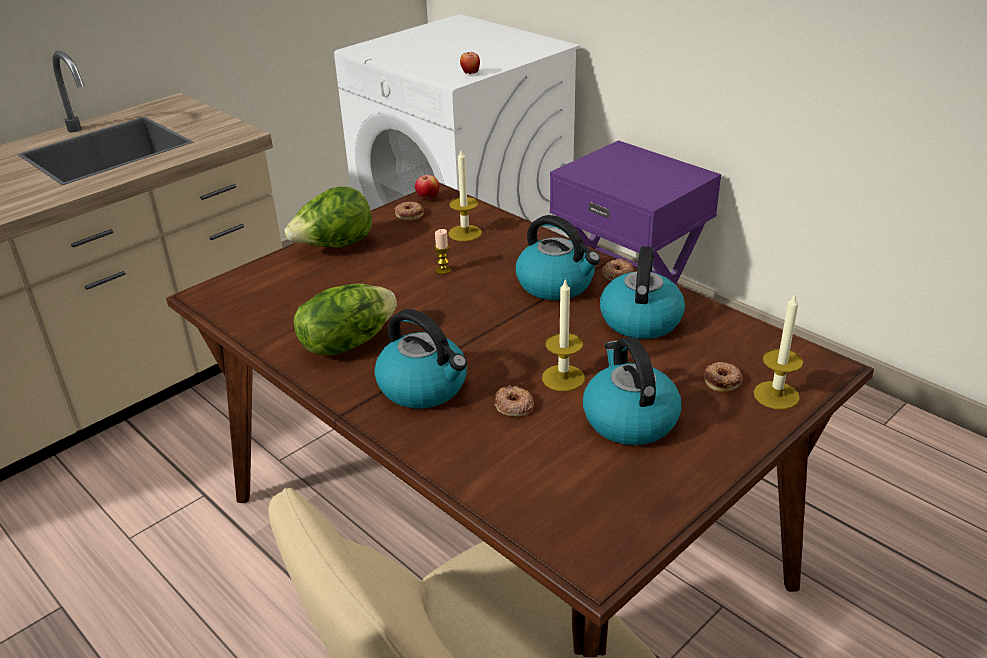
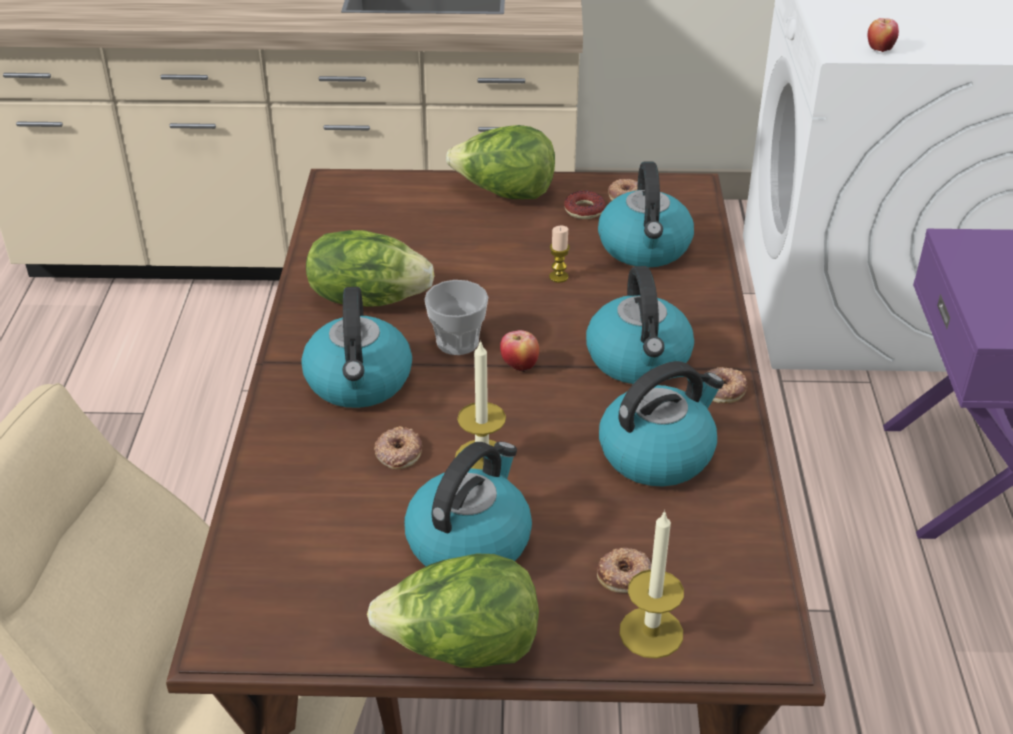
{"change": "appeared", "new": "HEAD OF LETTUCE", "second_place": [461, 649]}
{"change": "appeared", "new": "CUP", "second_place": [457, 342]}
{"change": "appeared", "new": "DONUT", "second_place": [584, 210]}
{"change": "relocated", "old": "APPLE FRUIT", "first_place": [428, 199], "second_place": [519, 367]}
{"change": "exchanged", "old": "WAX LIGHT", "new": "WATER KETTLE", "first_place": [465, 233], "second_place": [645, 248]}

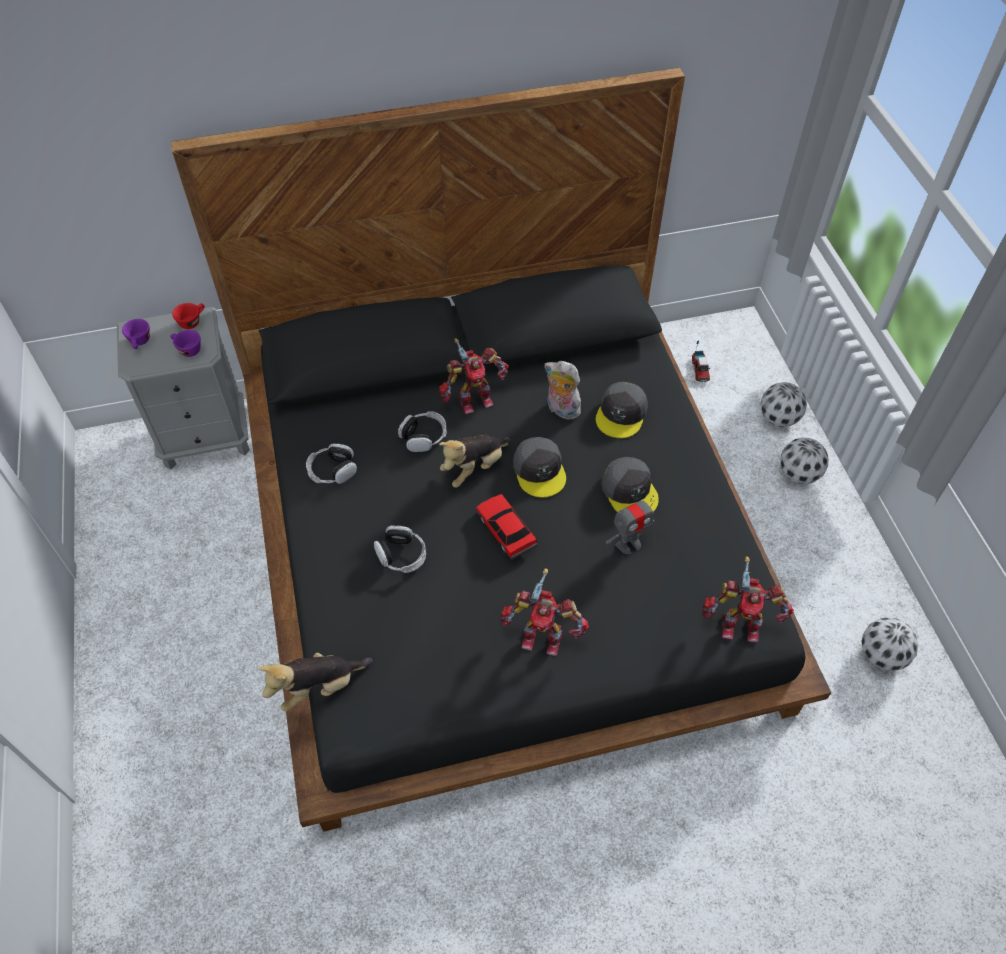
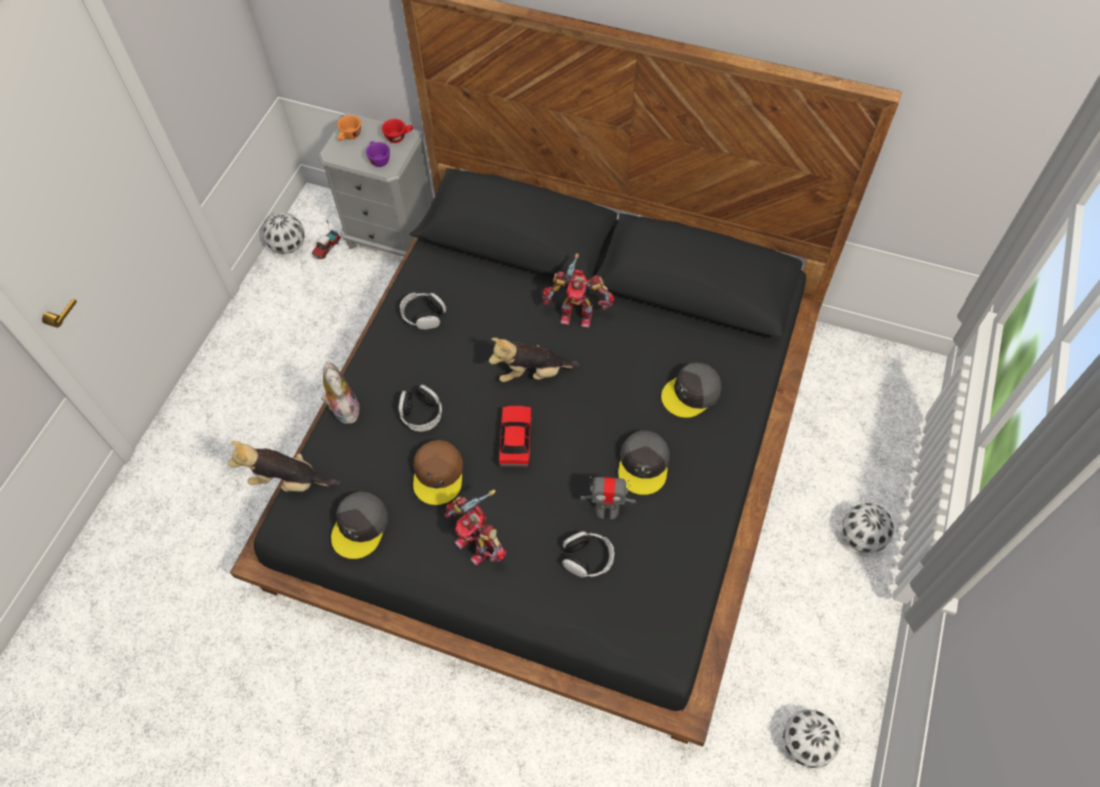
{"change": "missing", "old": "ROBOT FIGURE", "first_place": [739, 625]}
{"change": "appeared", "new": "BROWN-COLOURED PEAKED CAP", "second_place": [438, 474]}
{"change": "relocated", "old": "HEADSET", "first_place": [423, 436], "second_place": [588, 558]}
{"change": "relocated", "old": "GREY PEAKED CAP", "first_place": [539, 470], "second_place": [360, 527]}
{"change": "relocated", "old": "PLUSH TOY", "first_place": [561, 410], "second_place": [343, 409]}
{"change": "relocated", "old": "MODEL TRUCK", "first_place": [700, 370], "second_place": [326, 248]}
{"change": "relocated", "old": "BALL FOR FOOTBALL", "first_place": [778, 418], "second_place": [289, 246]}
{"change": "colour", "old": "PURPLE CUP", "new": "ORANGE CUP", "first_place": [140, 342], "second_place": [350, 136]}

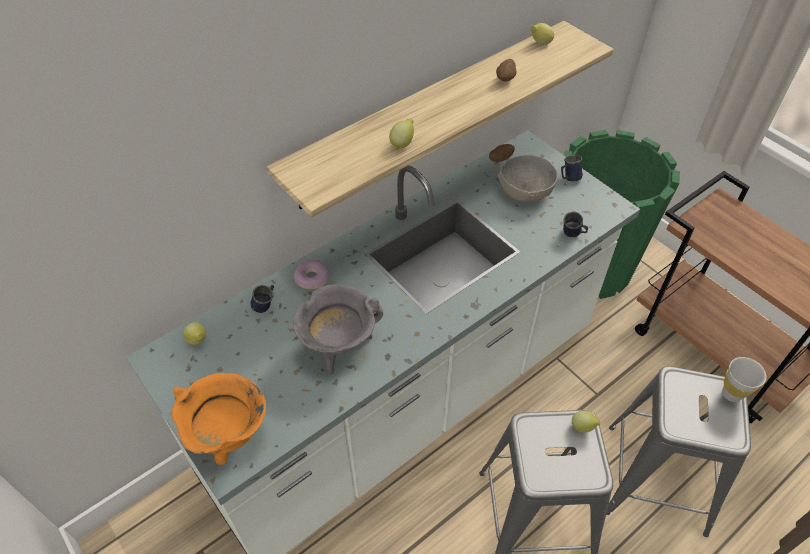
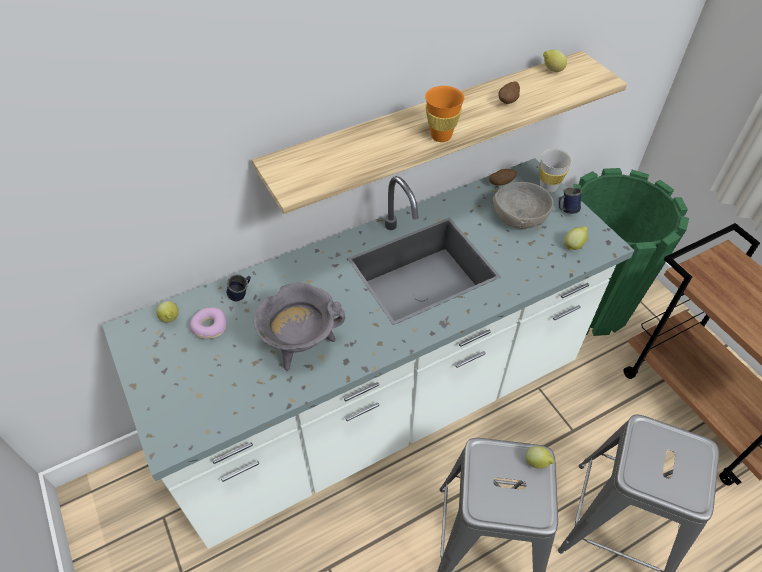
{"change": "missing", "old": "ORANGE COOKING POT", "first_place": [229, 437]}
{"change": "missing", "old": "BLUE COFFEE MUG", "first_place": [573, 235]}
{"change": "appeared", "new": "ORANGE CUP", "second_place": [441, 136]}
{"change": "relocated", "old": "DONUT", "first_place": [311, 278], "second_place": [209, 327]}
{"change": "relocated", "old": "WHOLE LEMON", "first_place": [402, 143], "second_place": [574, 245]}
{"change": "relocated", "old": "WHITISH CUP", "first_place": [731, 394], "second_place": [548, 187]}

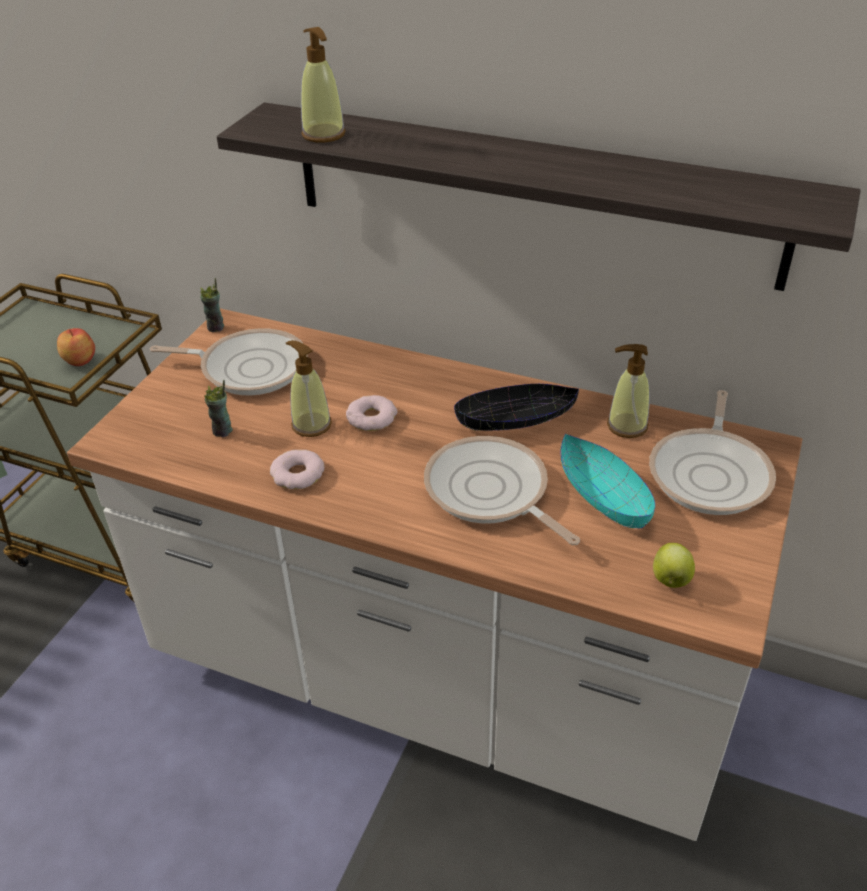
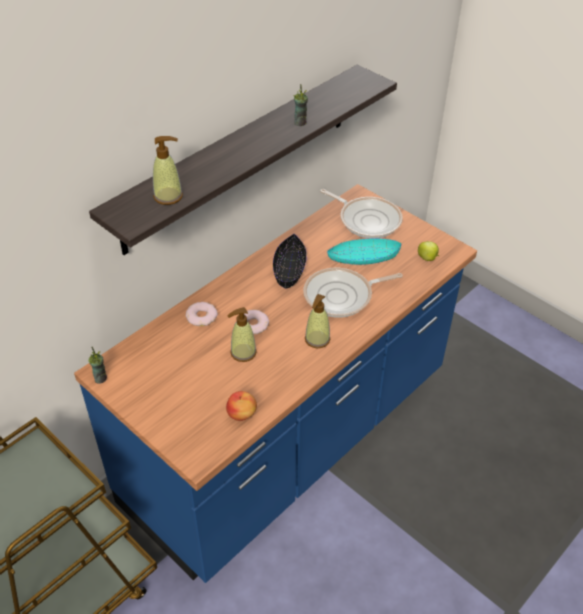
{"change": "missing", "old": "FRYING PAN", "first_place": [248, 367]}
{"change": "relocated", "old": "APPLE FRUIT", "first_place": [79, 361], "second_place": [242, 414]}
{"change": "relocated", "old": "CUP", "first_place": [222, 431], "second_place": [300, 122]}
{"change": "relocated", "old": "DONUT", "first_place": [298, 474], "second_place": [201, 316]}
{"change": "relocated", "old": "LIQUID SOAP BOTTLE", "first_place": [626, 426], "second_place": [317, 339]}
{"change": "colour", "old": "WHITISH COUNTER", "new": "BLUE COUNTER", "first_place": [439, 676], "second_place": [289, 438]}

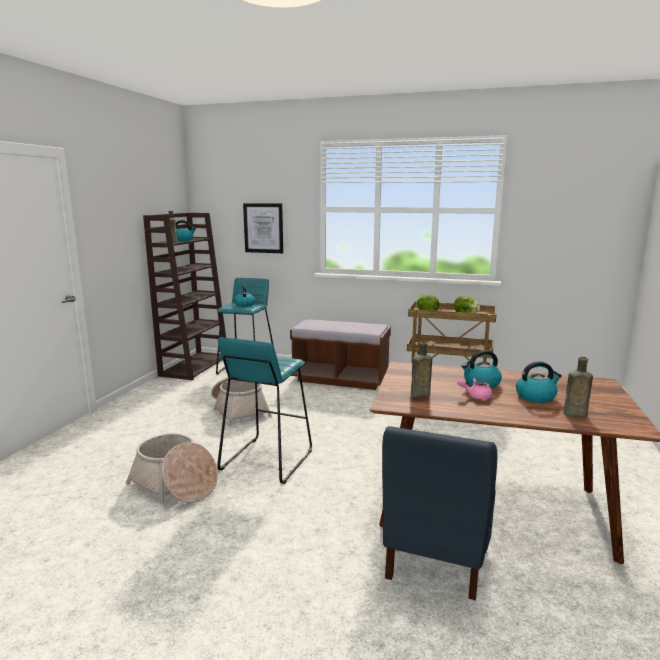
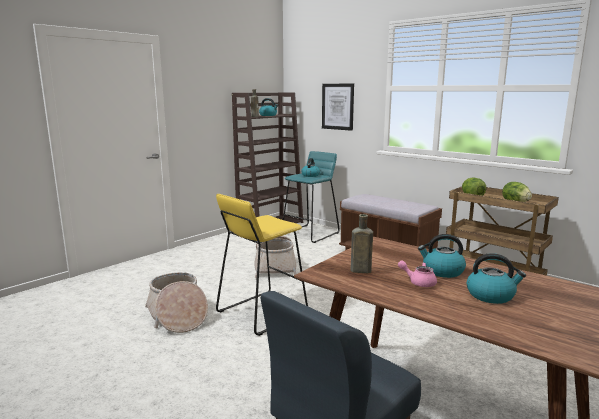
{"change": "missing", "old": "BROWN-COLOURED BEVERAGE BOTTLE", "first_place": [573, 414]}
{"change": "colour", "old": "TURQUOISE STOOL SEAT", "new": "YELLOW STOOL SEAT", "first_place": [266, 460], "second_place": [261, 312]}

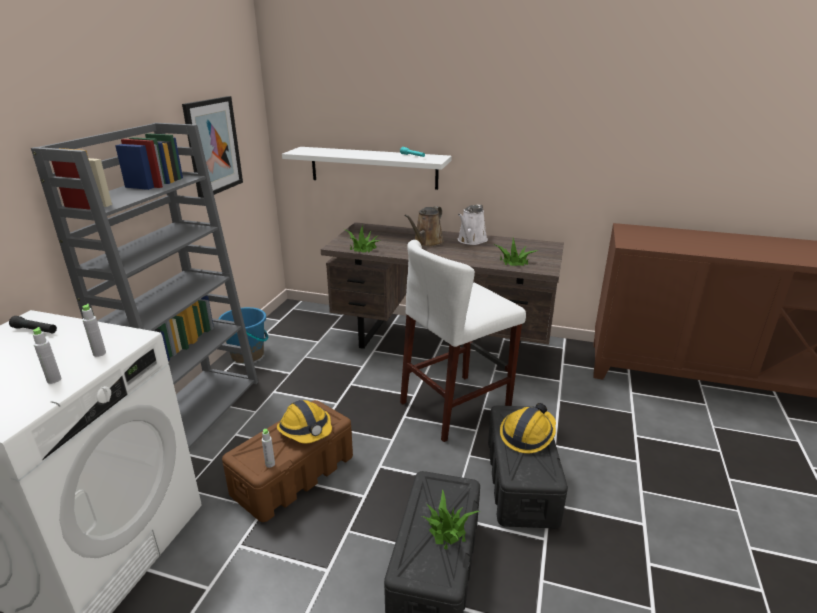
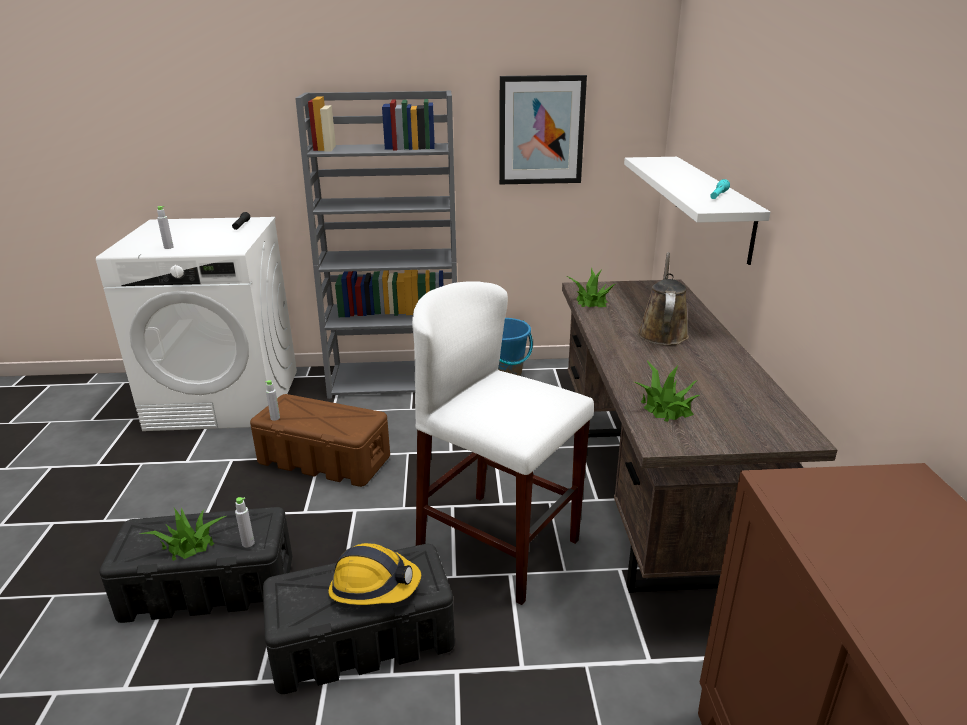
{"change": "missing", "old": "WORK HELMET", "first_place": [306, 430]}
{"change": "missing", "old": "WHITISH WATERING CAN", "first_place": [471, 240]}
{"change": "relocated", "old": "GREY BEVERAGE BOTTLE", "first_place": [99, 353], "second_place": [248, 543]}
{"change": "spun", "old": "BROWN-COLOURED WATERING CAN", "first_place": [427, 242], "second_place": [662, 332], "degrees": 90}

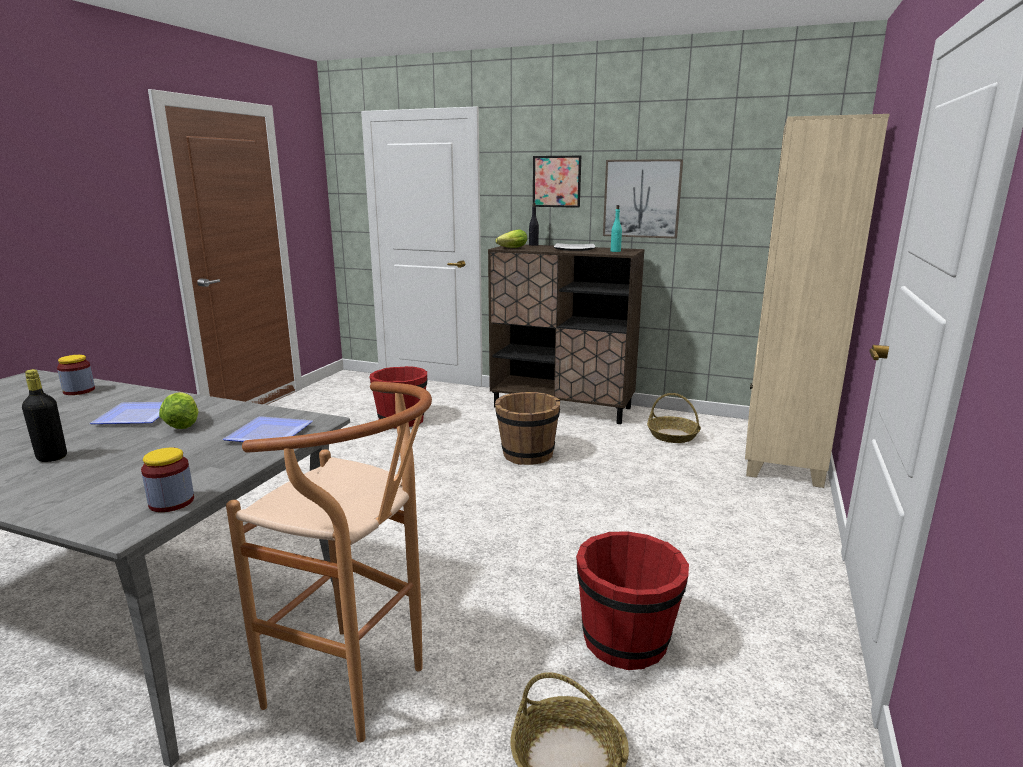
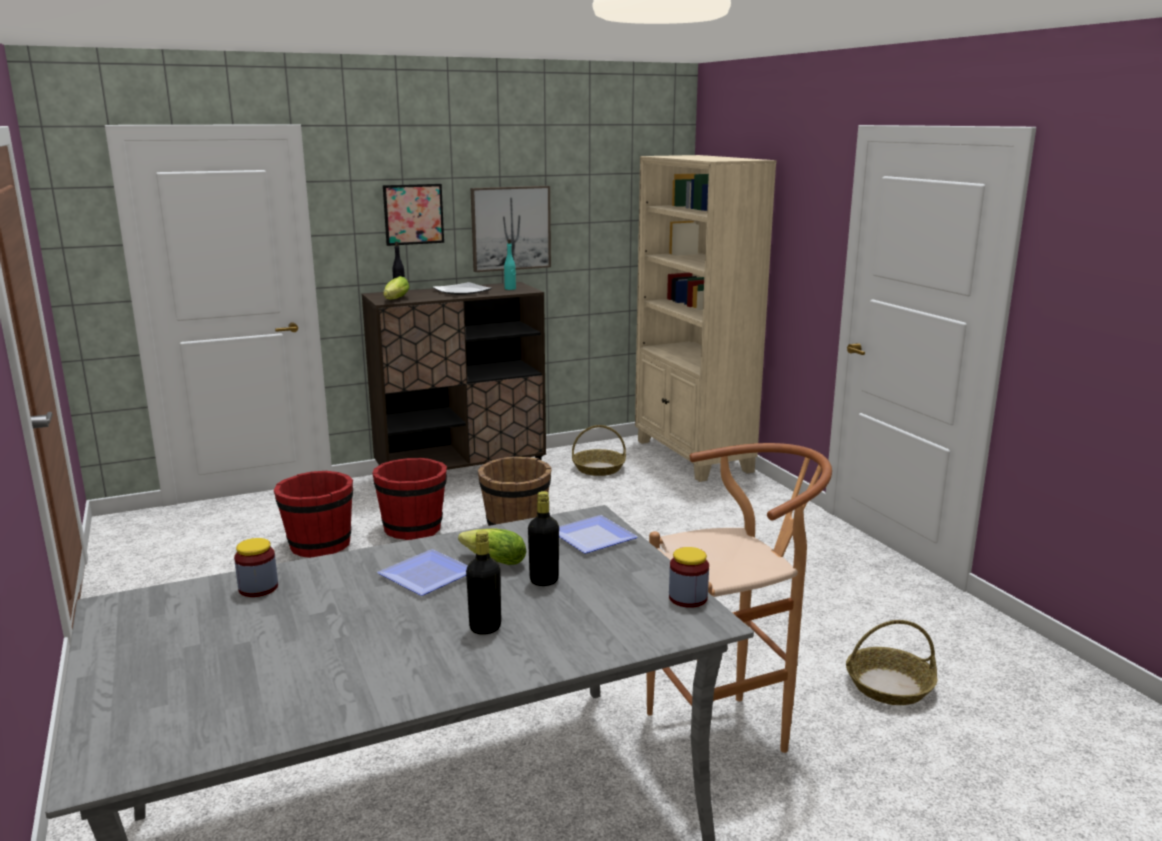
{"change": "appeared", "new": "BLACK BEVERAGE BOTTLE", "second_place": [544, 581]}
{"change": "relocated", "old": "RED-COLOURED PAIL", "first_place": [626, 640], "second_place": [413, 528]}

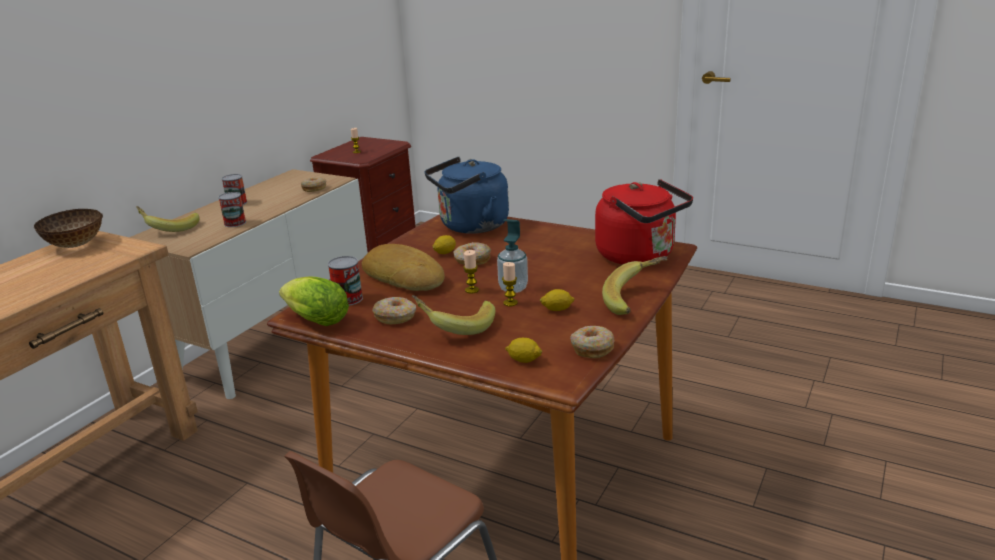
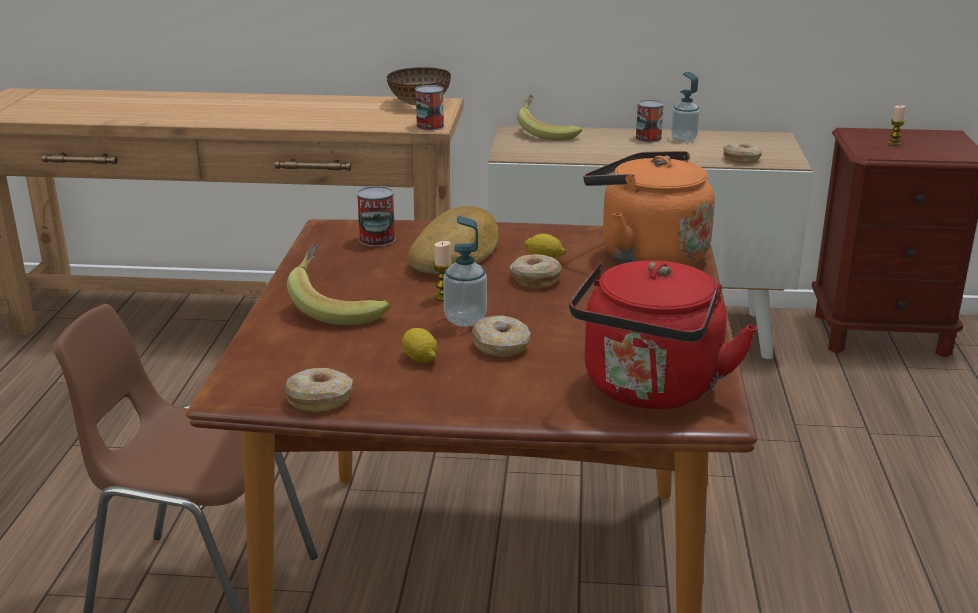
{"change": "missing", "old": "HEAD OF LETTUCE", "first_place": [314, 320]}
{"change": "missing", "old": "WAX LIGHT", "first_place": [510, 303]}
{"change": "missing", "old": "WHOLE LEMON", "first_place": [524, 360]}
{"change": "missing", "old": "BANANA", "first_place": [636, 301]}
{"change": "appeared", "new": "LIQUID SOAP BOTTLE", "second_place": [684, 139]}
{"change": "relocated", "old": "CAN", "first_place": [235, 223], "second_place": [430, 126]}
{"change": "relocated", "old": "DONUT", "first_place": [395, 317], "second_place": [501, 346]}
{"change": "colour", "old": "BLUE WATER KETTLE", "new": "ORANGE WATER KETTLE", "first_place": [470, 226], "second_place": [647, 255]}

